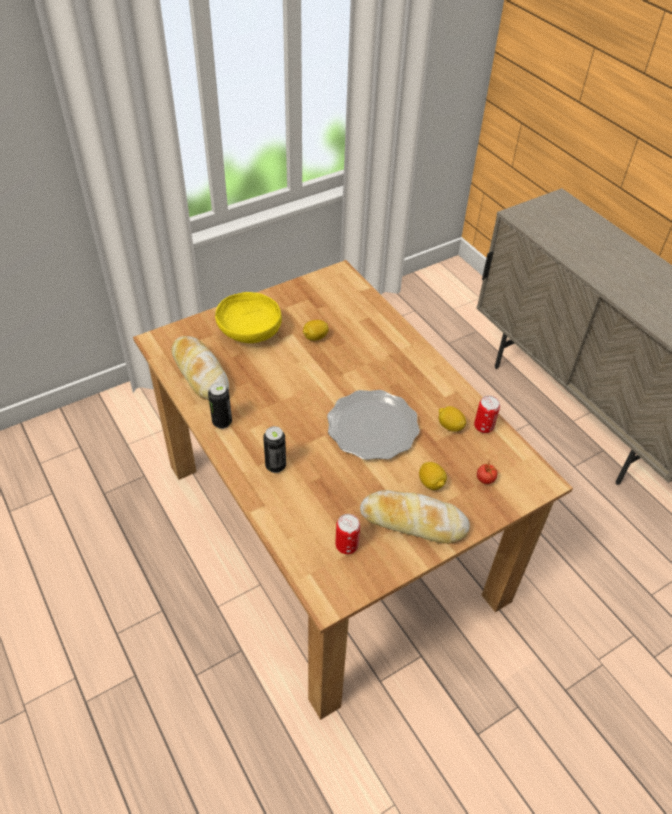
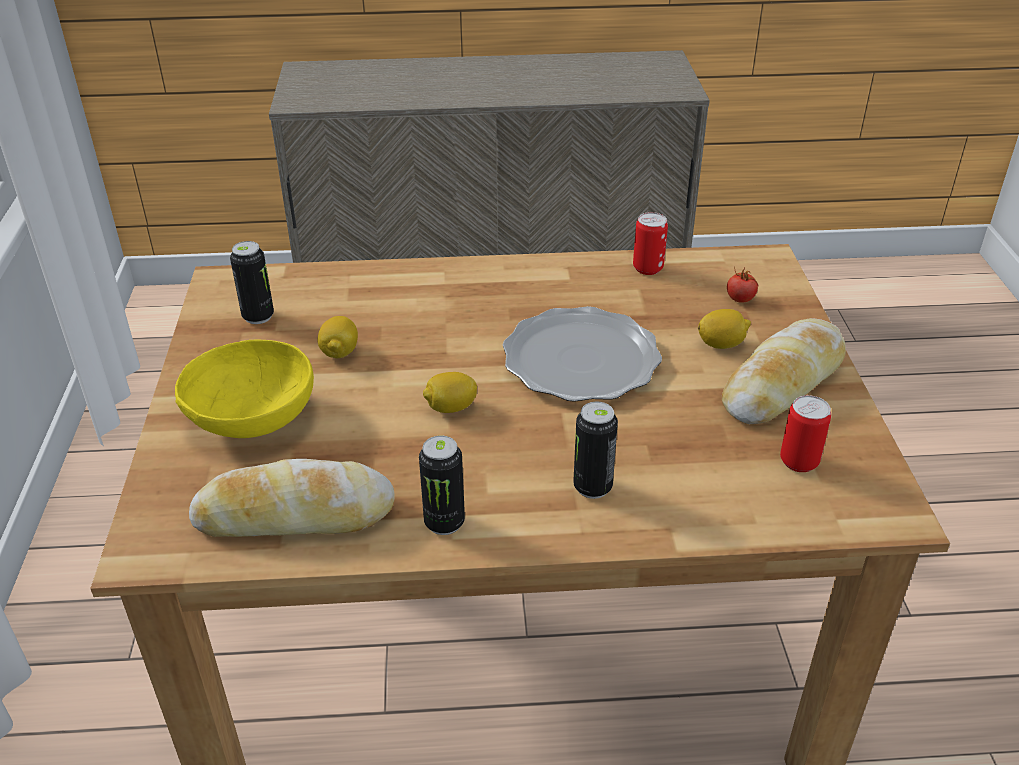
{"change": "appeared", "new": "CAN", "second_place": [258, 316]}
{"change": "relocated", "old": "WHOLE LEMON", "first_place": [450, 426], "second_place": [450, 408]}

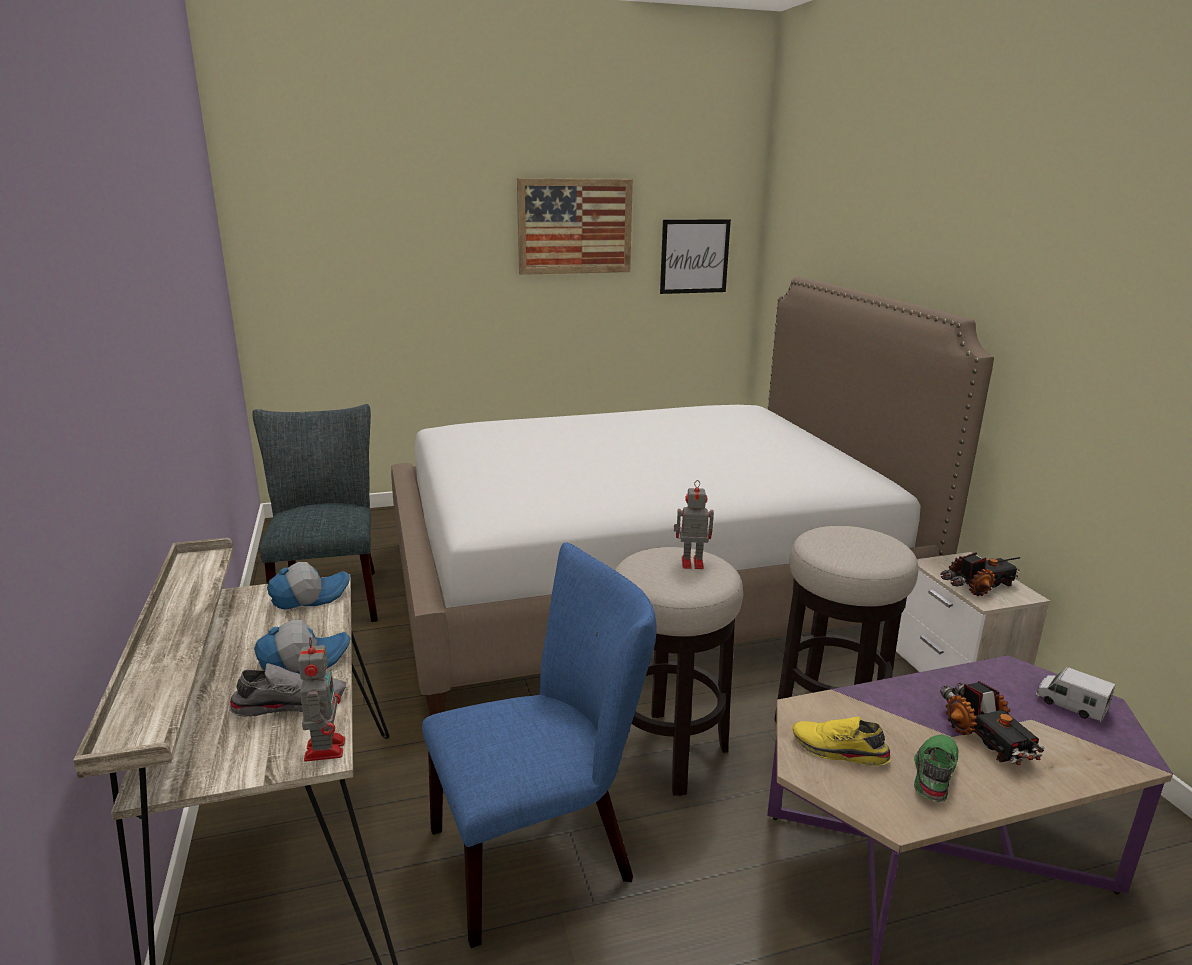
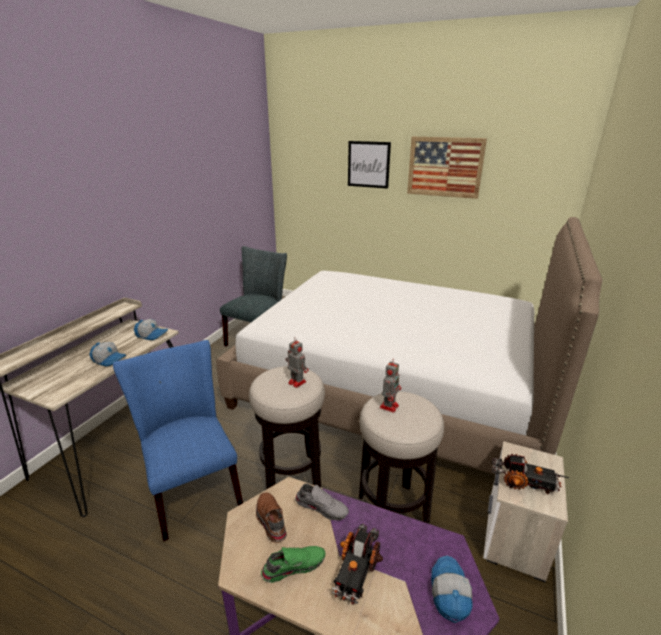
{"change": "relocated", "old": "GREY SHOE", "first_place": [290, 703], "second_place": [322, 506]}
{"change": "relocated", "old": "ROBOT FIGURE", "first_place": [325, 747], "second_place": [389, 406]}
{"change": "relocated", "old": "PICTURE", "first_place": [694, 256], "second_place": [368, 164]}
{"change": "exchanged", "old": "MODEL TRUCK", "new": "PEAKED CAP", "first_place": [1070, 705], "second_place": [448, 593]}
{"change": "colour", "old": "YELLOW SHOE", "new": "BROWN-COLOURED SHOE", "first_place": [838, 751], "second_place": [270, 520]}
{"change": "spun", "old": "BLUE PLAIN CHAIR", "first_place": [543, 851], "second_place": [192, 487], "degrees": -135}

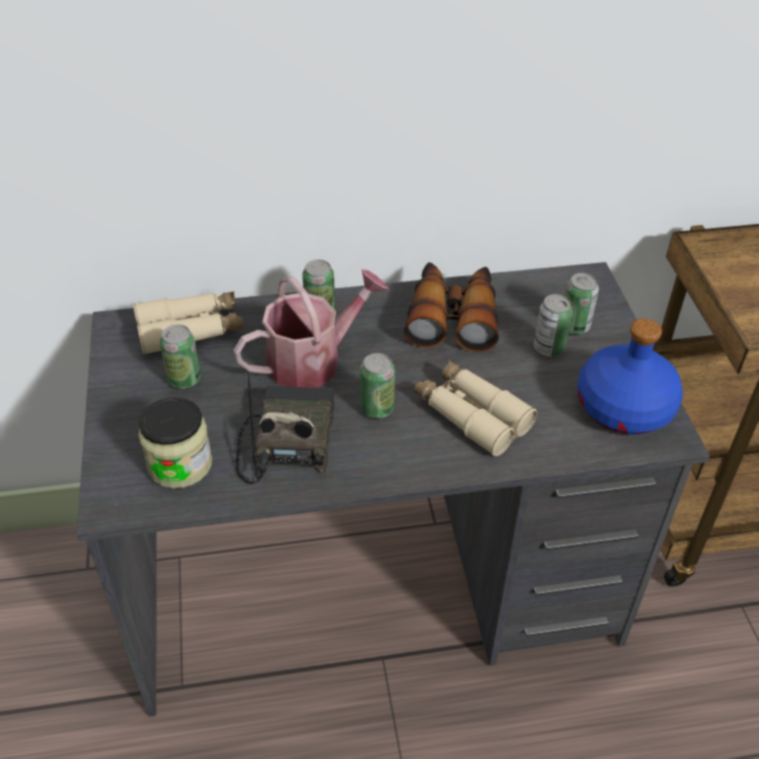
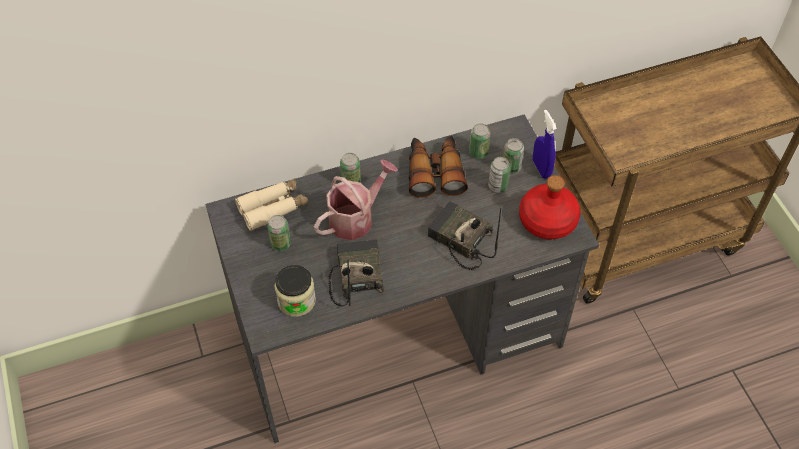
{"change": "appeared", "new": "BLUE SPRAY BOTTLE", "second_place": [541, 168]}
{"change": "relocated", "old": "CAN", "first_place": [377, 408], "second_place": [478, 153]}
{"change": "exchanged", "old": "BEIGE-COLOURED BINOCULARS", "new": "RADIO RECEIVER", "first_place": [471, 415], "second_place": [459, 240]}
{"change": "colour", "old": "BLUE BEVERAGE BOTTLE", "new": "RED-COLOURED BEVERAGE BOTTLE", "first_place": [624, 408], "second_place": [547, 221]}

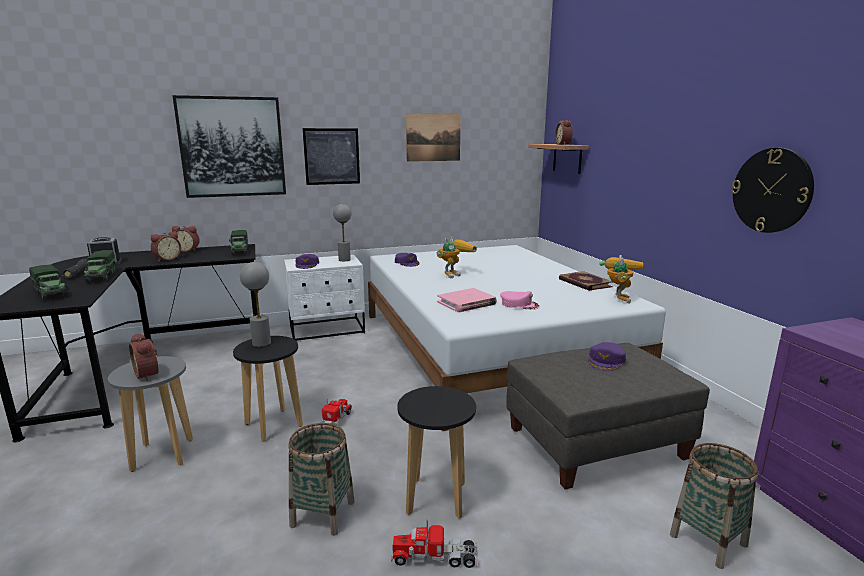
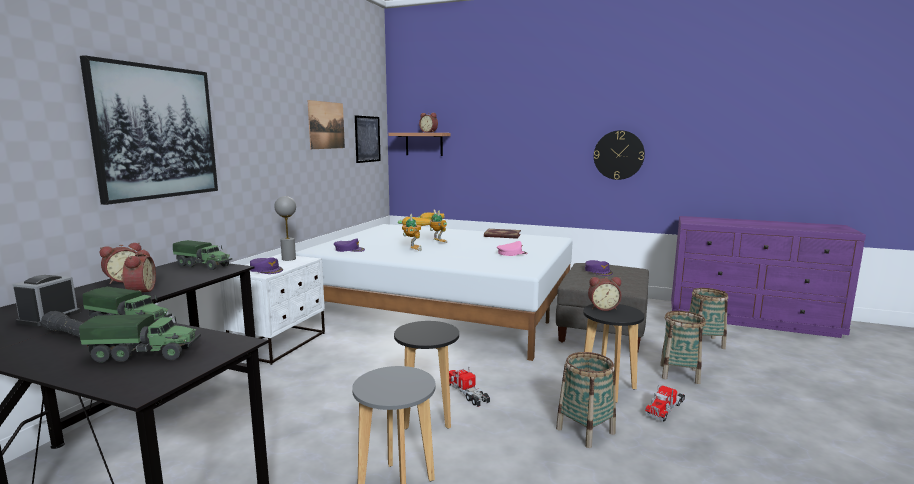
{"change": "missing", "old": "GREY TABLETOP LAMP", "first_place": [261, 343]}
{"change": "missing", "old": "PINK BOUND BOOK", "first_place": [466, 303]}
{"change": "appeared", "new": "HOUSEHOLD BASKET", "second_place": [679, 374]}
{"change": "relocated", "old": "TABLE CLOCK", "first_place": [149, 374], "second_place": [603, 308]}
{"change": "relocated", "old": "PICTURE", "first_place": [332, 156], "second_place": [367, 139]}
{"change": "relocated", "old": "ROBOT FIGURE", "first_place": [617, 298], "second_place": [434, 242]}

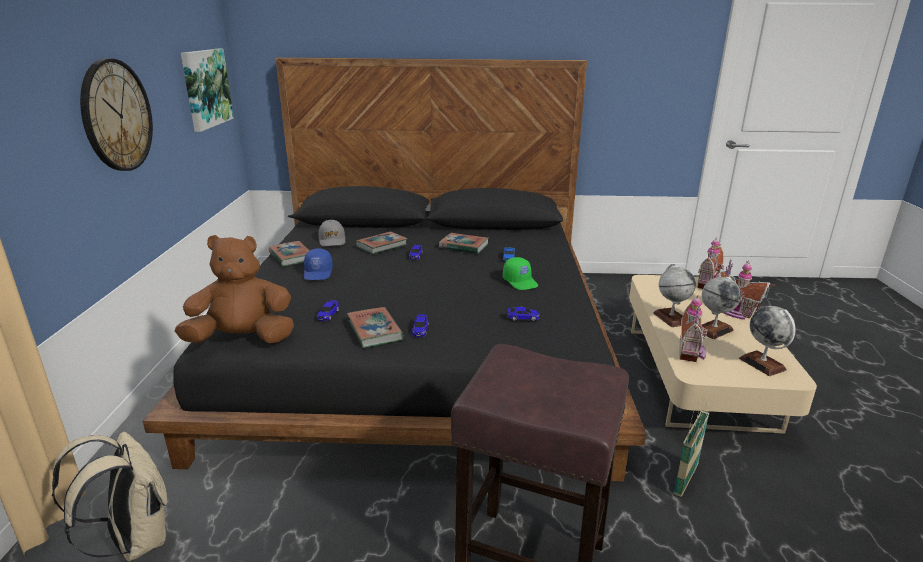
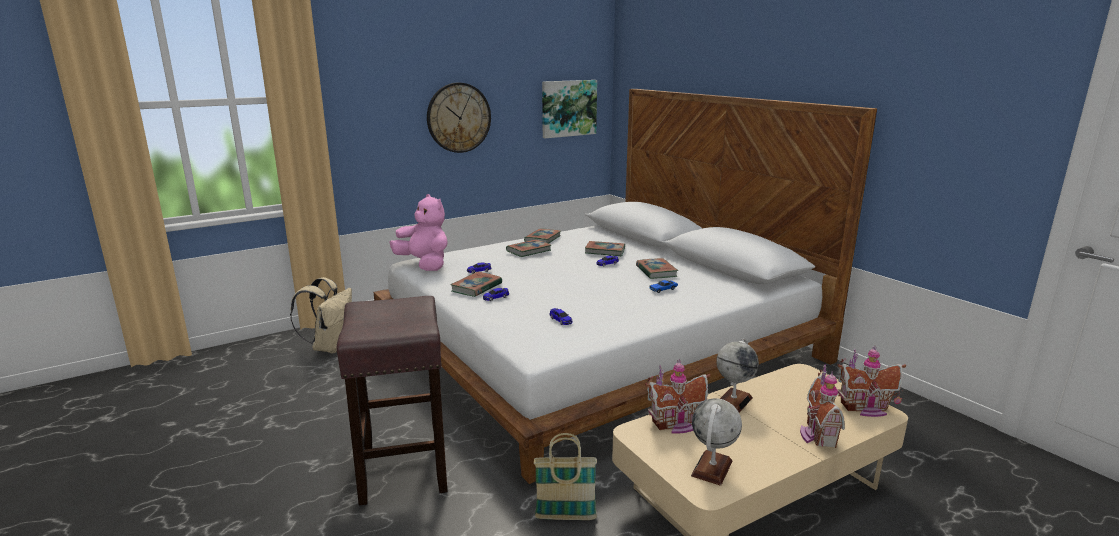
{"change": "missing", "old": "GREY PEAKED CAP", "first_place": [332, 240]}
{"change": "missing", "old": "GREEN PEAKED CAP", "first_place": [520, 282]}
{"change": "missing", "old": "DESK GLOBE", "first_place": [714, 330]}
{"change": "exchanged", "old": "BLUE PEAKED CAP", "new": "BOUND BOOK", "first_place": [318, 273], "second_place": [528, 251]}
{"change": "colour", "old": "BLACK BEDROOM BED", "new": "WHITISH BEDROOM BED", "first_place": [420, 346], "second_place": [595, 345]}
{"change": "colour", "old": "BROWN-COLOURED PLUSH TOY", "new": "PINK PLUSH TOY", "first_place": [243, 339], "second_place": [424, 265]}

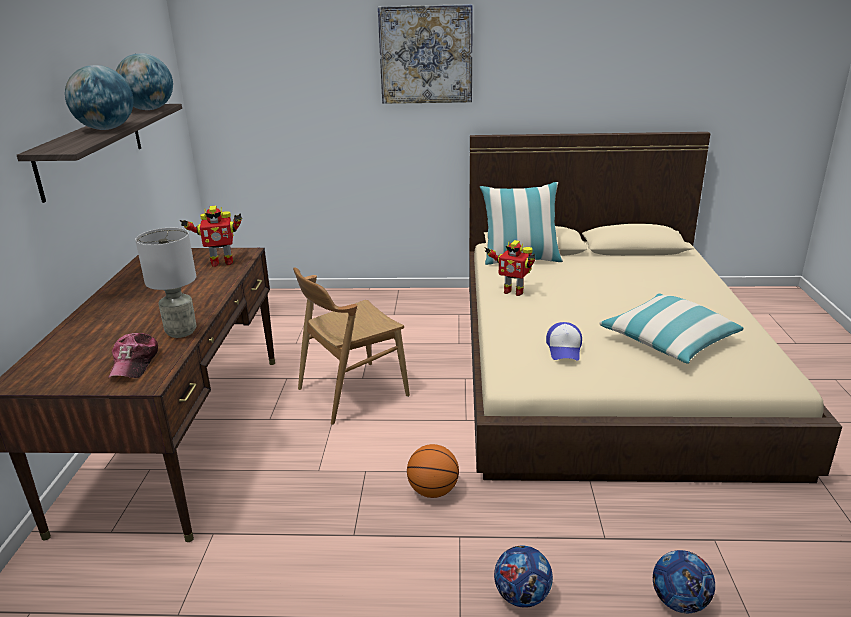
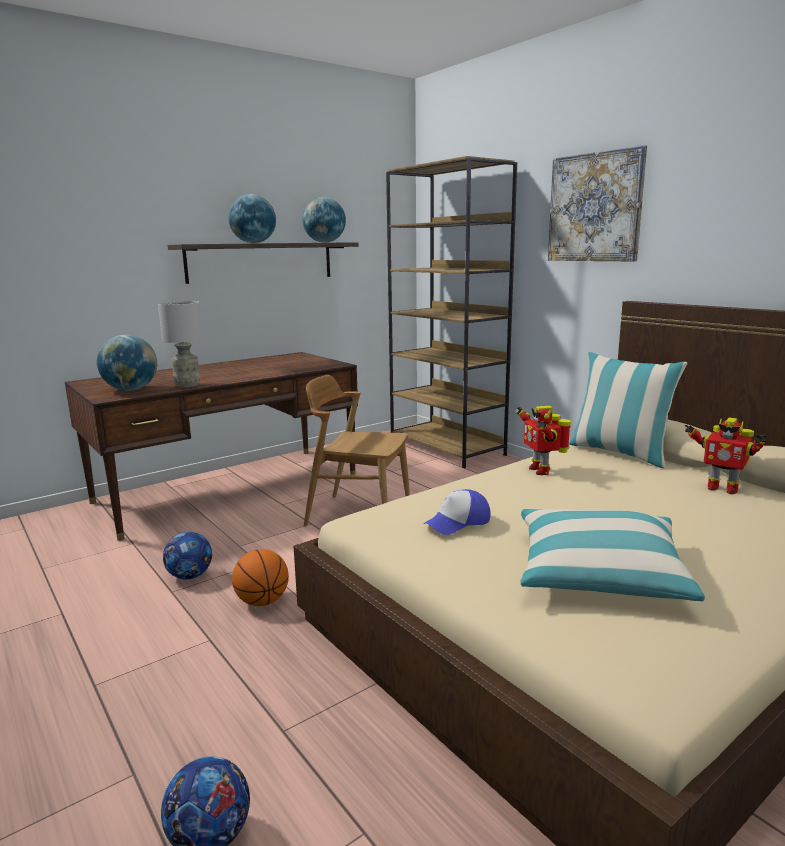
{"change": "appeared", "new": "BROWN-COLOURED BOOKSHELF", "second_place": [447, 447]}
{"change": "relocated", "old": "ROBOT FIGURE", "first_place": [221, 263], "second_place": [721, 488]}
{"change": "relocated", "old": "BALL FOR FOOTBALL", "first_place": [522, 596], "second_place": [190, 576]}
{"change": "exchanged", "old": "PEAKED CAP", "new": "DESK GLOBE", "first_place": [135, 363], "second_place": [131, 390]}

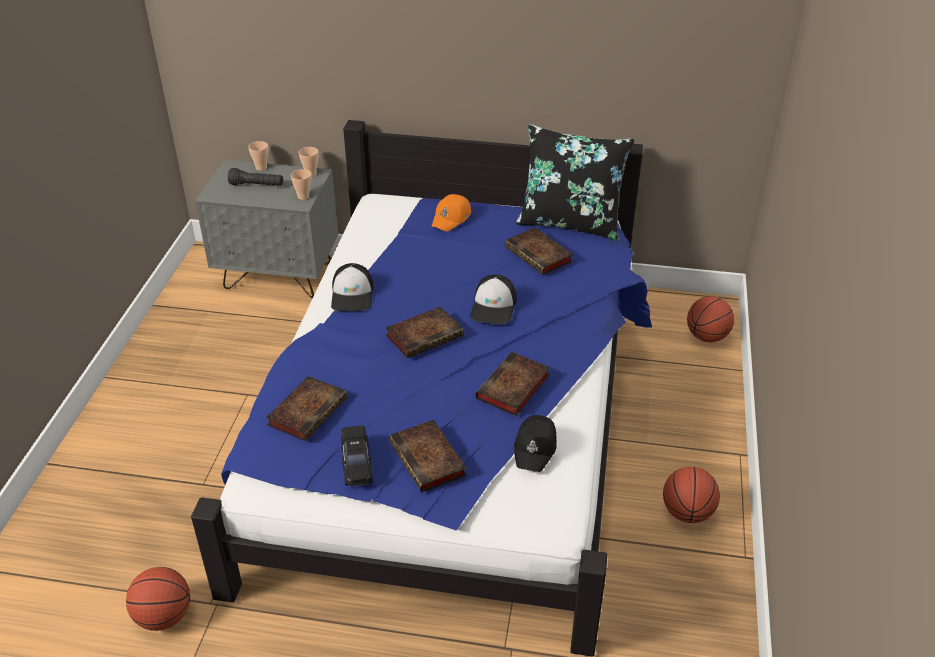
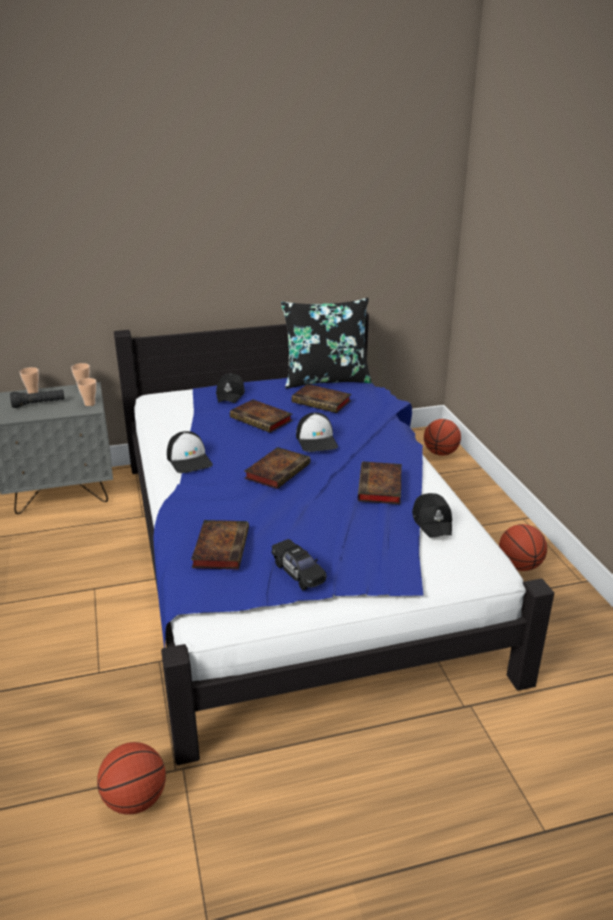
{"change": "relocated", "old": "BOUND BOOK", "first_place": [429, 460], "second_place": [262, 420]}
{"change": "colour", "old": "ORANGE PEAKED CAP", "new": "BLACK PEAKED CAP", "first_place": [451, 218], "second_place": [231, 394]}

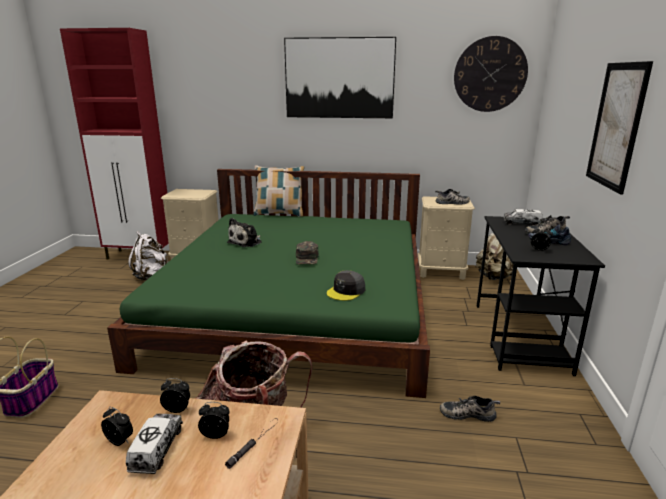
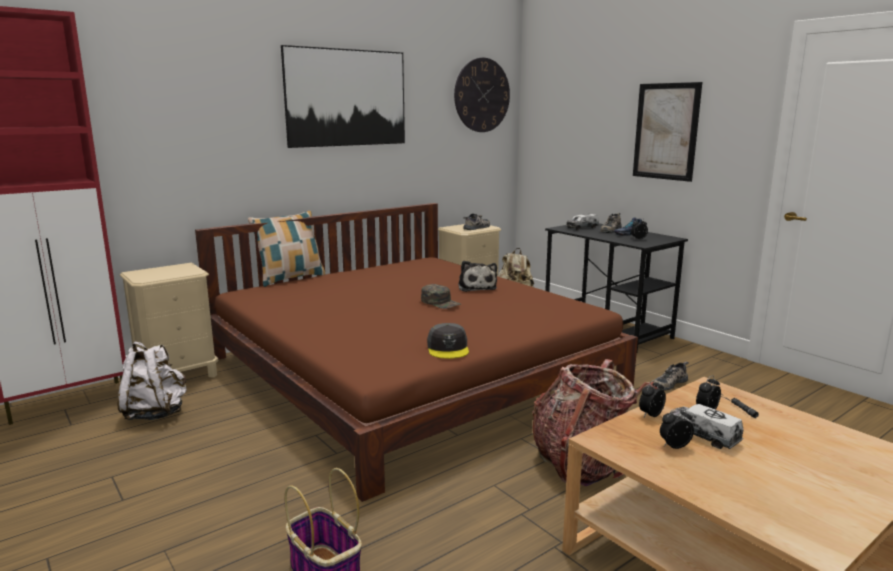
{"change": "relocated", "old": "PLUSH TOY", "first_place": [246, 242], "second_place": [476, 287]}
{"change": "relocated", "old": "GREY PEAKED CAP", "first_place": [346, 291], "second_place": [448, 348]}
{"change": "colour", "old": "GREEN BEDROOM BED", "new": "BROWN-COLOURED BEDROOM BED", "first_place": [297, 306], "second_place": [409, 372]}

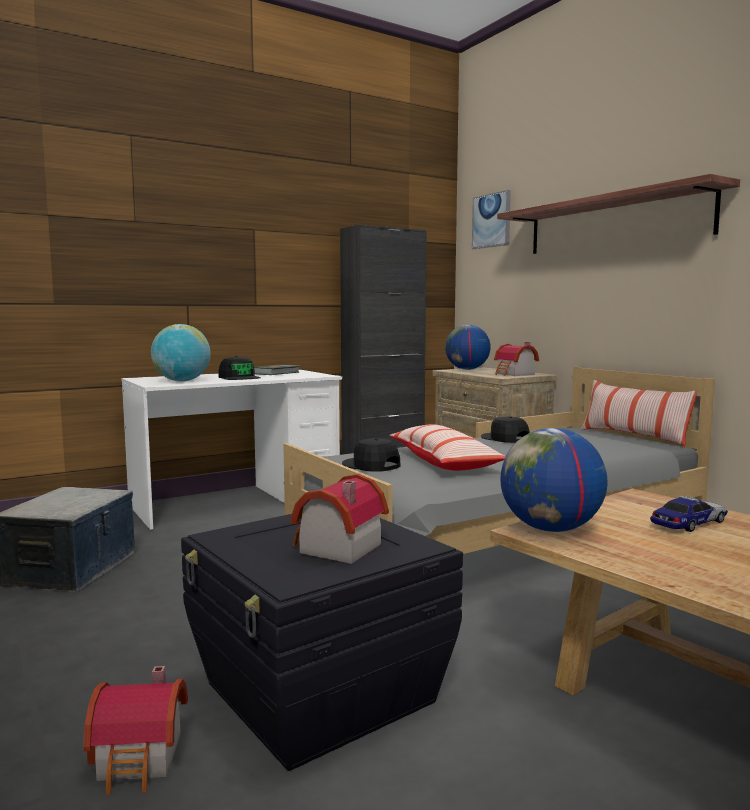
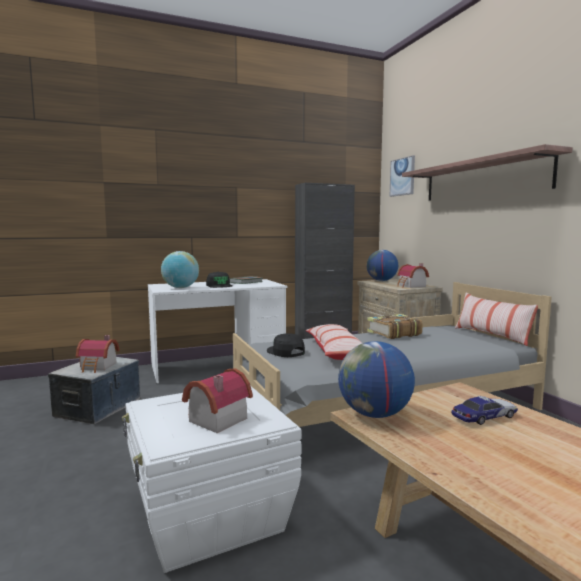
{"change": "relocated", "old": "TOY HOUSE", "first_place": [141, 760], "second_place": [98, 367]}
{"change": "exchanged", "old": "BLACK PEAKED CAP", "new": "BOUND BOOK", "first_place": [505, 438], "second_place": [393, 333]}
{"change": "colour", "old": "BLACK STORAGE BOX", "new": "WHITISH STORAGE BOX", "first_place": [319, 694], "second_place": [209, 515]}

